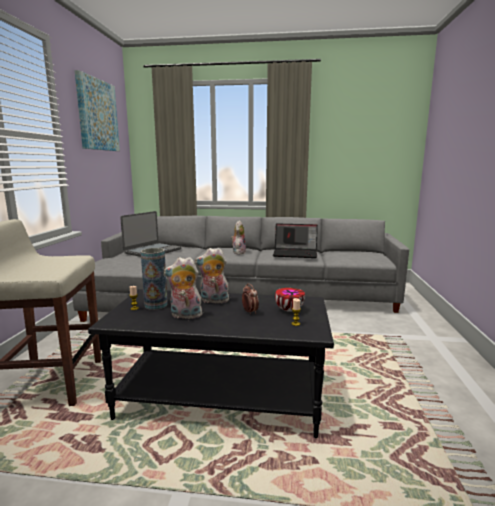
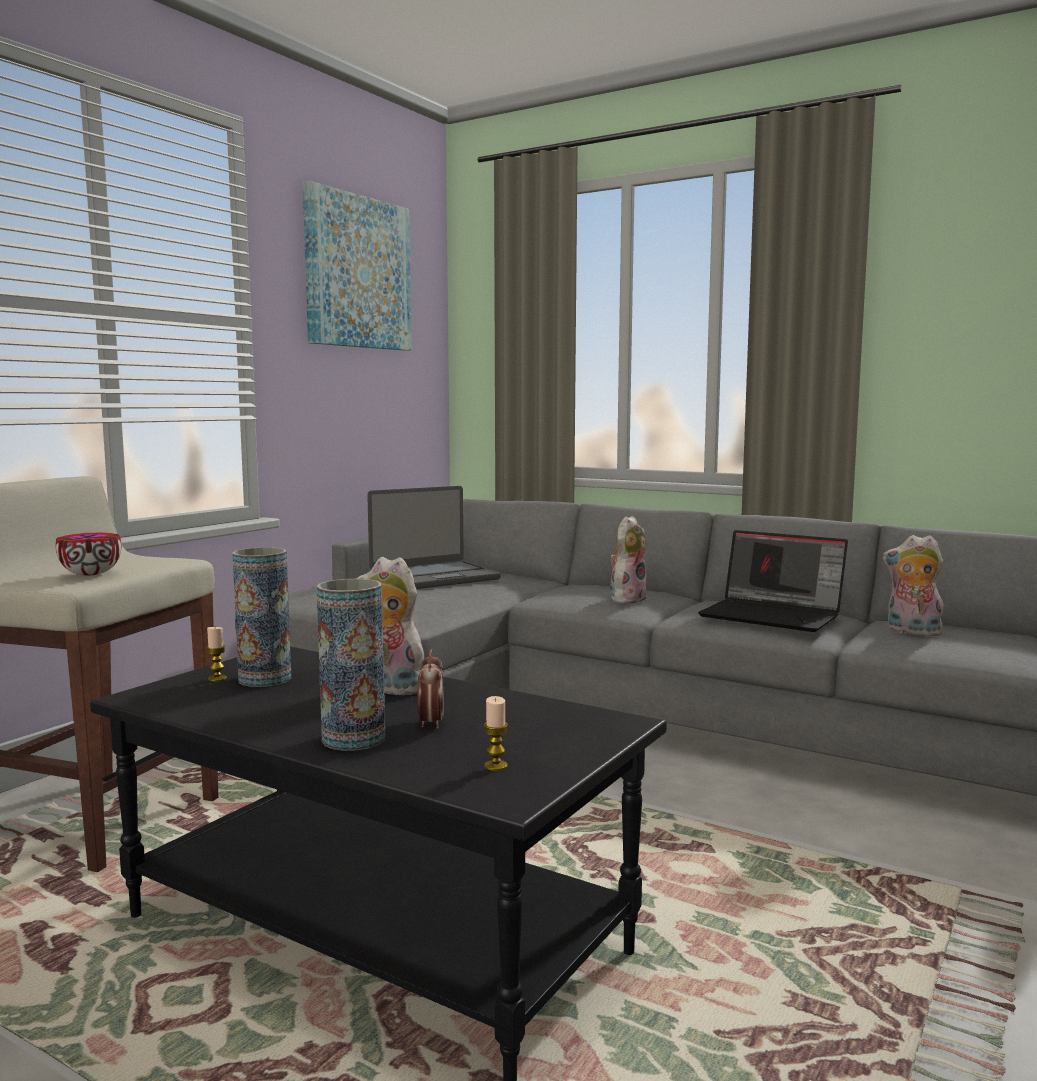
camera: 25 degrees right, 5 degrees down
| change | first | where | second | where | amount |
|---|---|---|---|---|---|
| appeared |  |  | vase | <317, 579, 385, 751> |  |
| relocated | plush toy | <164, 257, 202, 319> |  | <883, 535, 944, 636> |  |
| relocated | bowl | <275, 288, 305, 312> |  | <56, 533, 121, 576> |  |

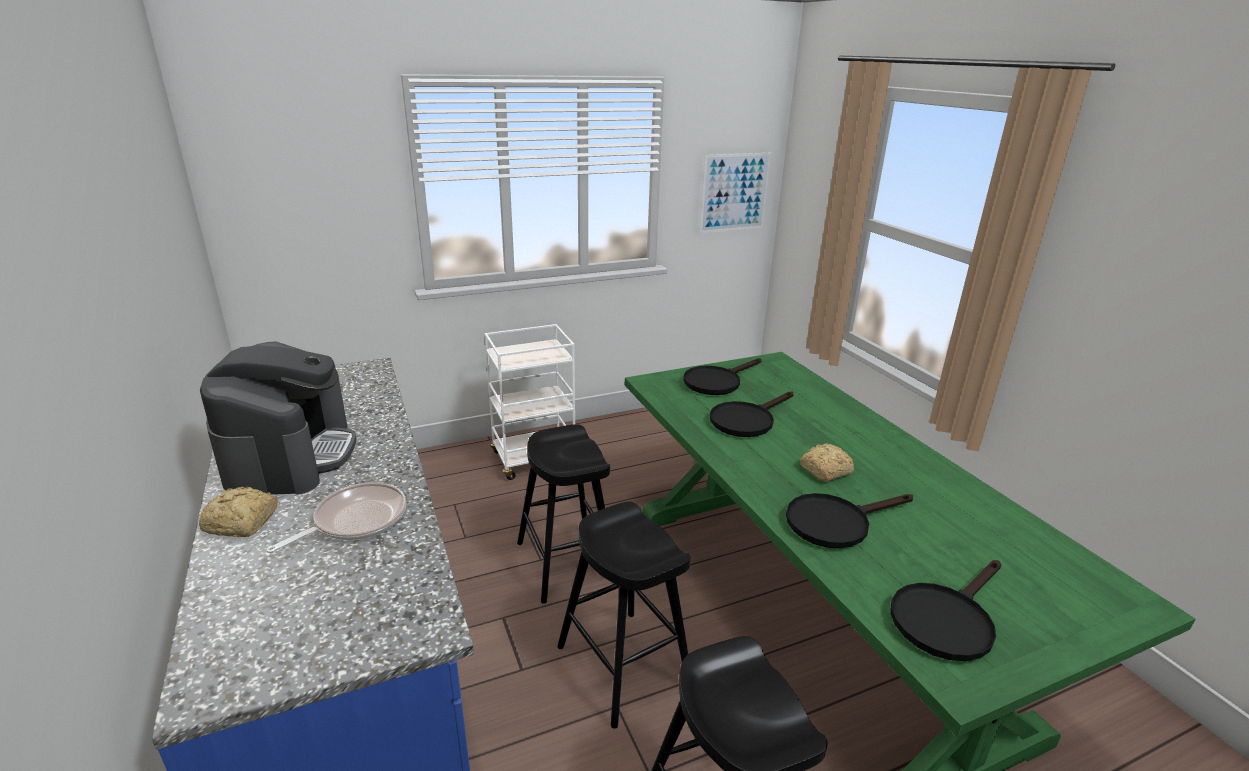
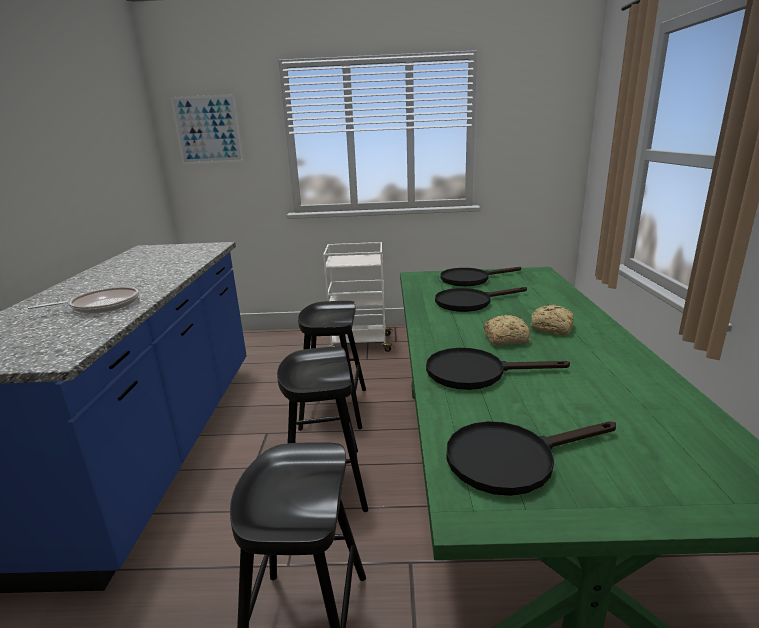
camera: 25 degrees right, 5 degrees down
| change | first | where | second | where | amount |
|---|---|---|---|---|---|
| missing | coffee machine | <200, 341, 356, 495> |  |  |  |
| relocated | bread | <199, 487, 278, 537> |  | <531, 304, 574, 335> |  |
| relocated | picture | <699, 153, 771, 233> |  | <170, 94, 244, 164> |  |

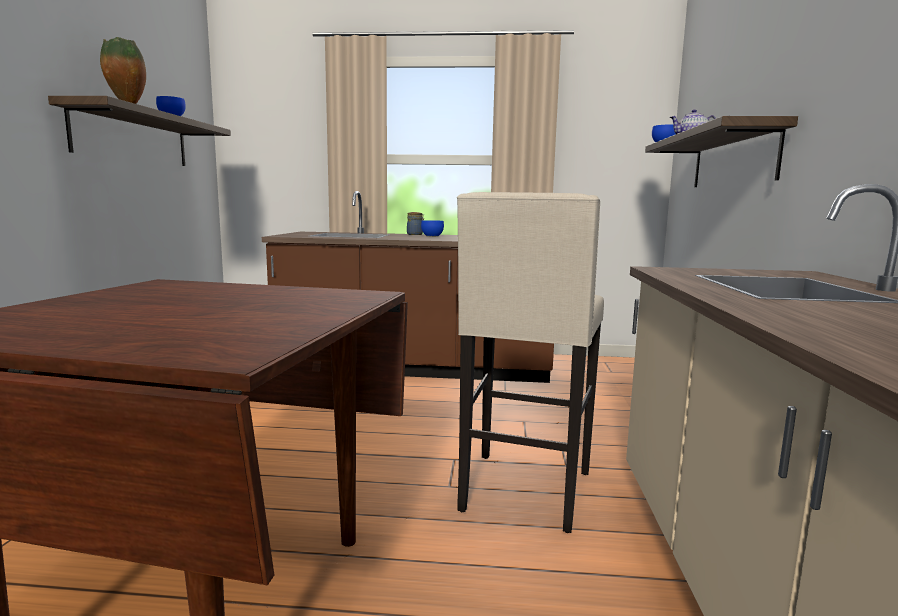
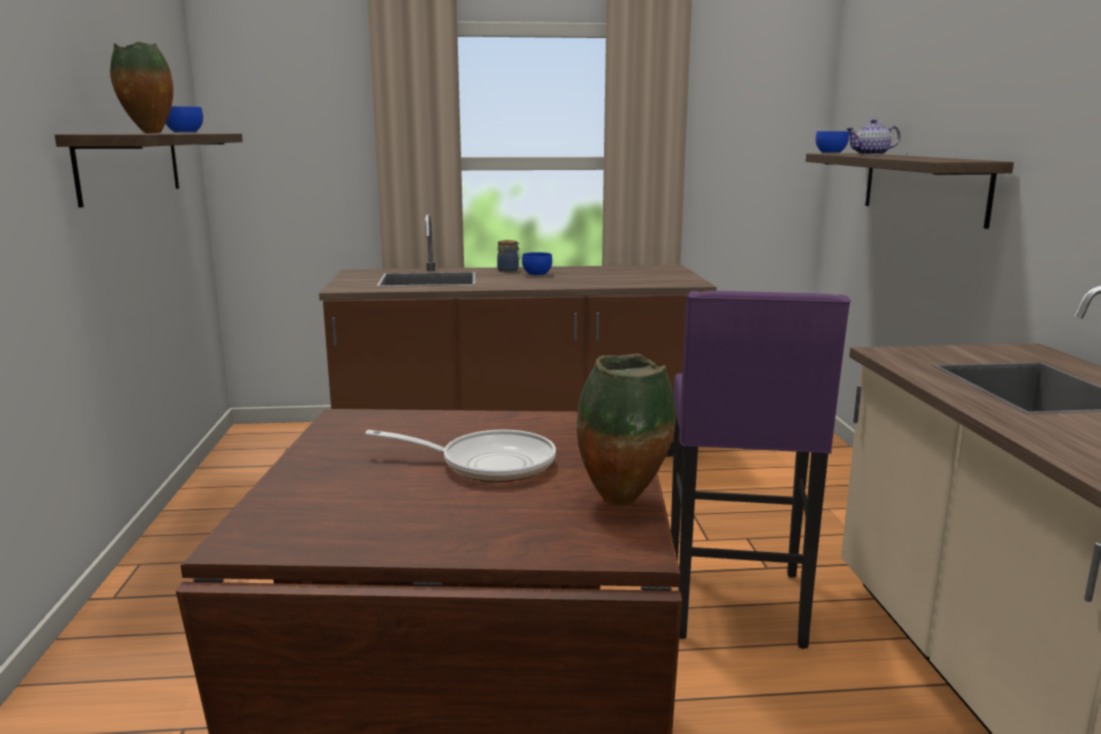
camera: 10 degrees left, 5 degrees up
| change | first | where | second | where | amount |
|---|---|---|---|---|---|
| appeared |  |  | frying pan | <365, 430, 556, 482> |  |
| appeared |  |  | vase | <577, 354, 676, 507> |  |
| colour | stool (beige) | <457, 192, 604, 533> | stool (purple) | <671, 291, 851, 649> |  |

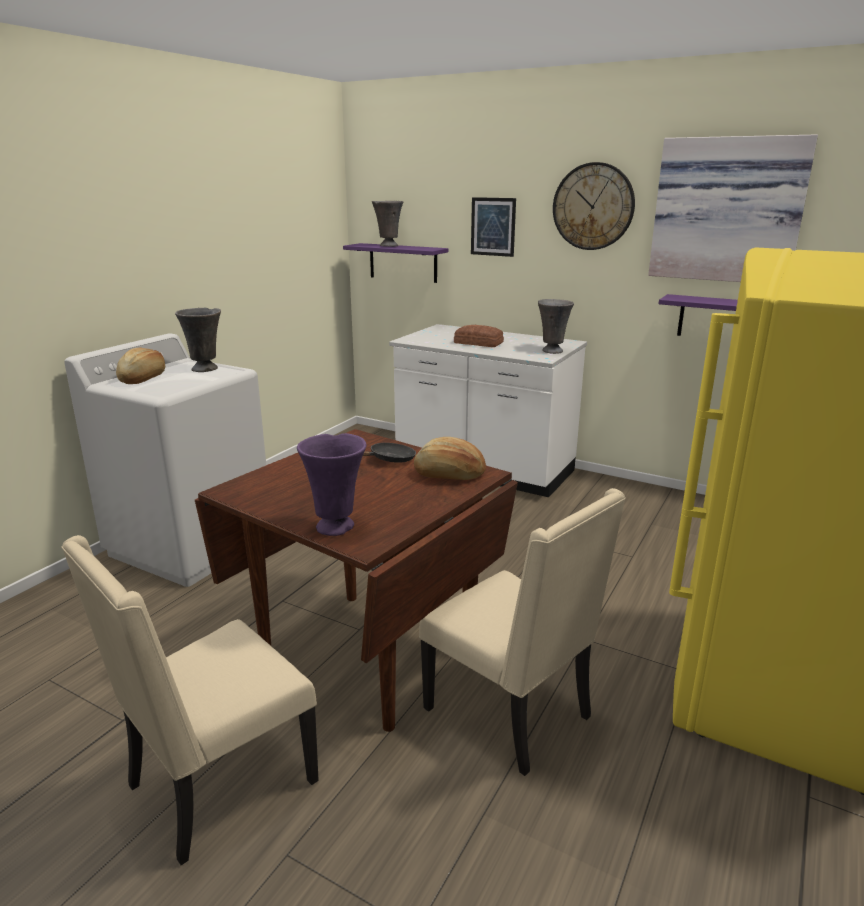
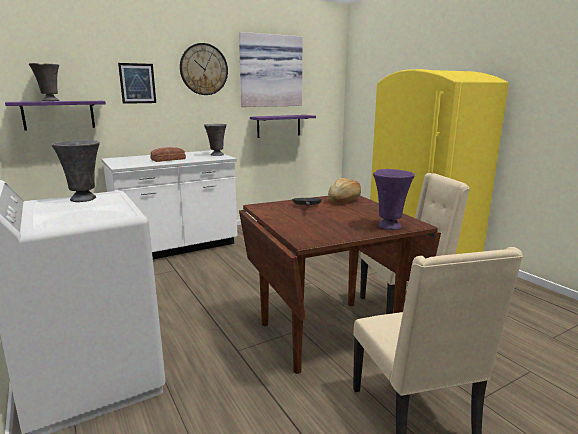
camera: 60 degrees left, 5 degrees down
| change | first | where | second | where | amount |
|---|---|---|---|---|---|
| missing | bread | <116, 348, 165, 384> |  |  |  |

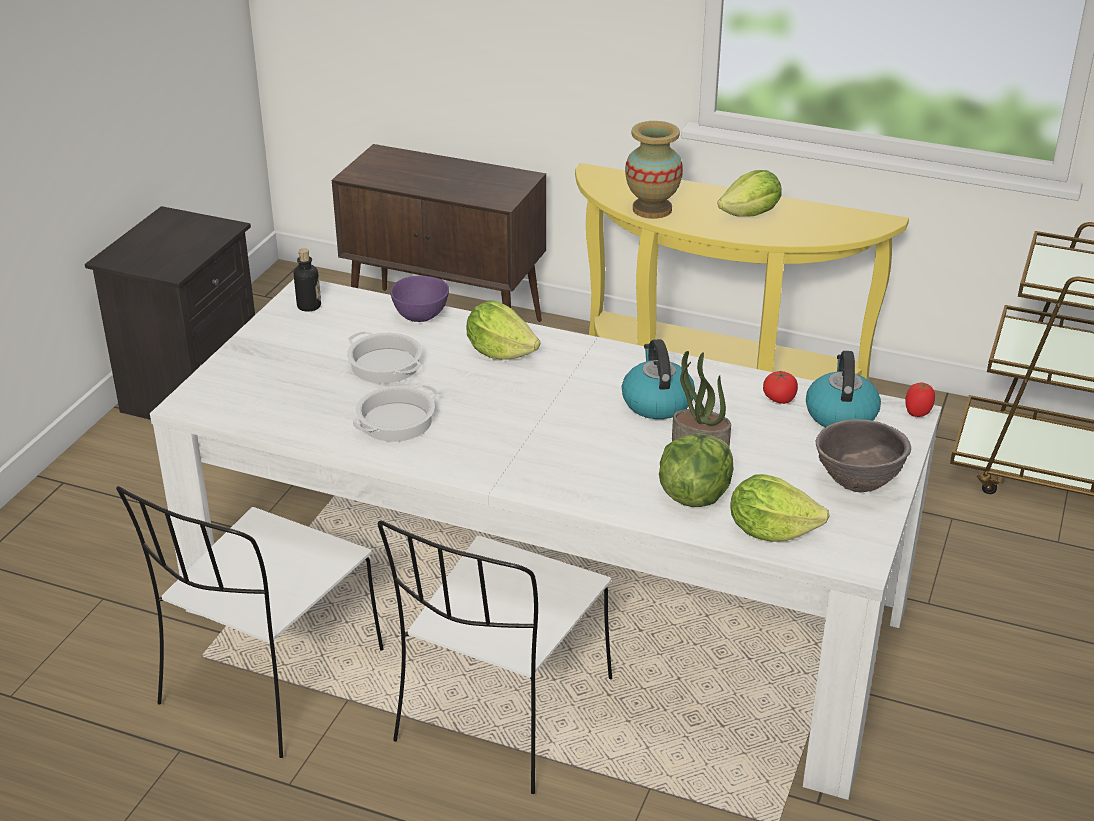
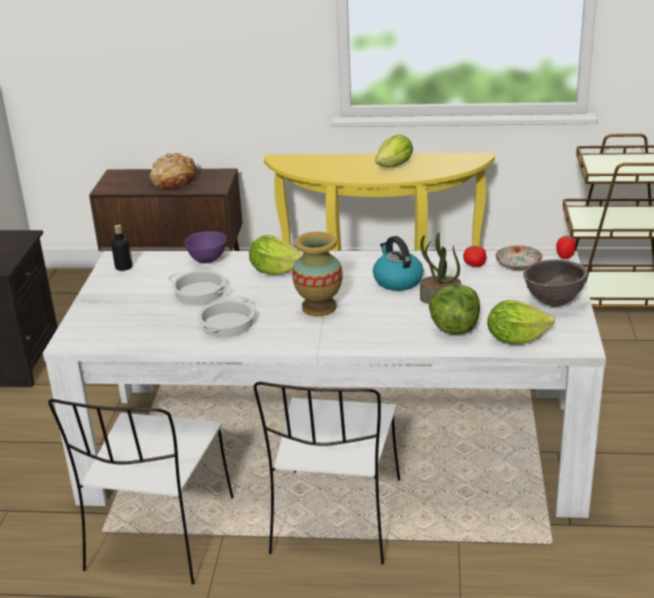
camera: 15 degrees left, 5 degrees down
| change | first | where | second | where | amount |
|---|---|---|---|---|---|
| appeared |  |  | bread | <150, 153, 198, 189> |  |
| relocated | vase | <625, 121, 683, 219> |  | <292, 232, 343, 316> |  |
| exchanged | kettle | <806, 351, 881, 427> | plate | <495, 245, 543, 271> |  |

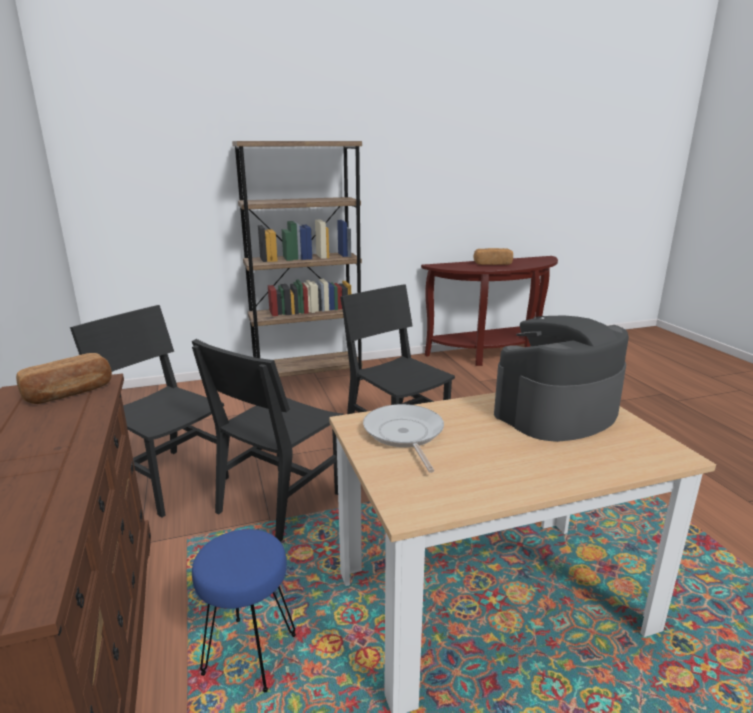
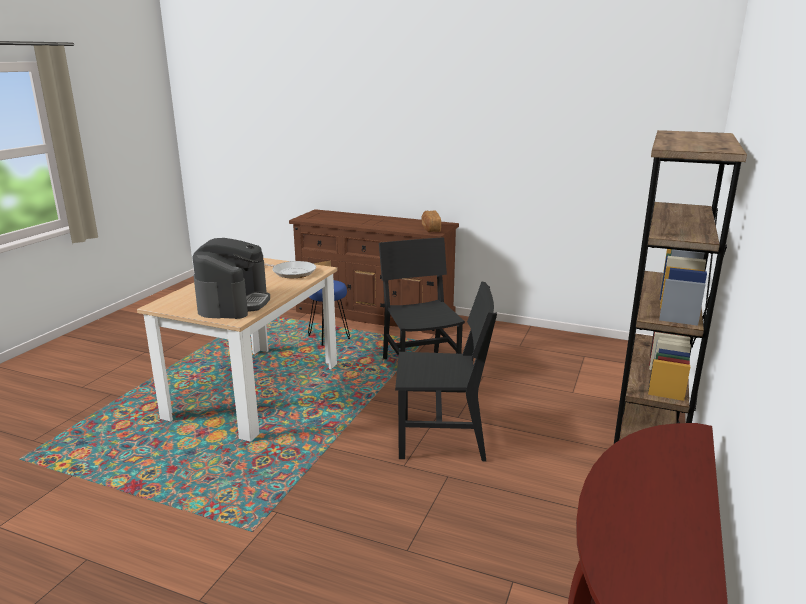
camera: 130 degrees right, 0 degrees up
| change | first | where | second | where | amount |
|---|---|---|---|---|---|
| missing | chair (black) | <70, 305, 229, 517> |  |  |  |
| missing | bread | <474, 248, 513, 265> |  |  |  |

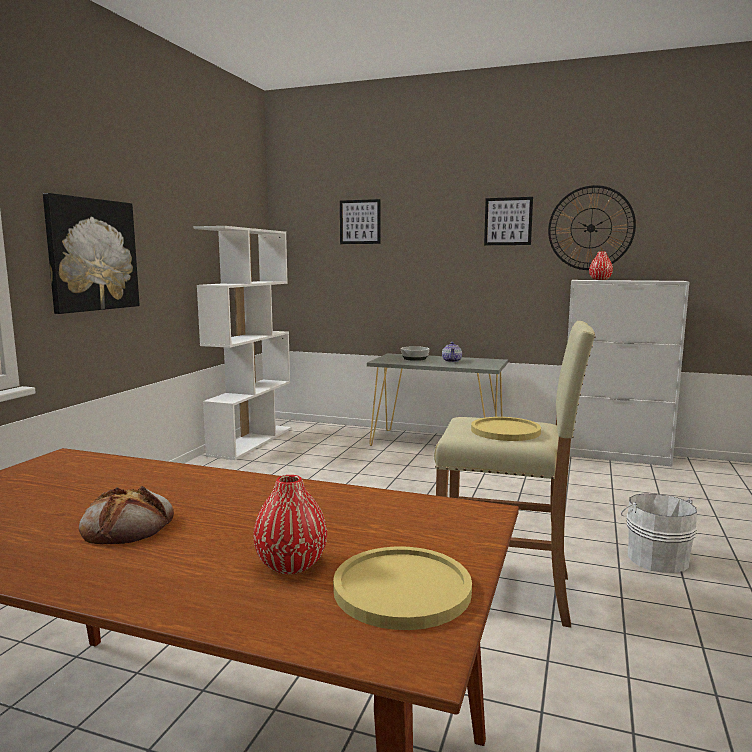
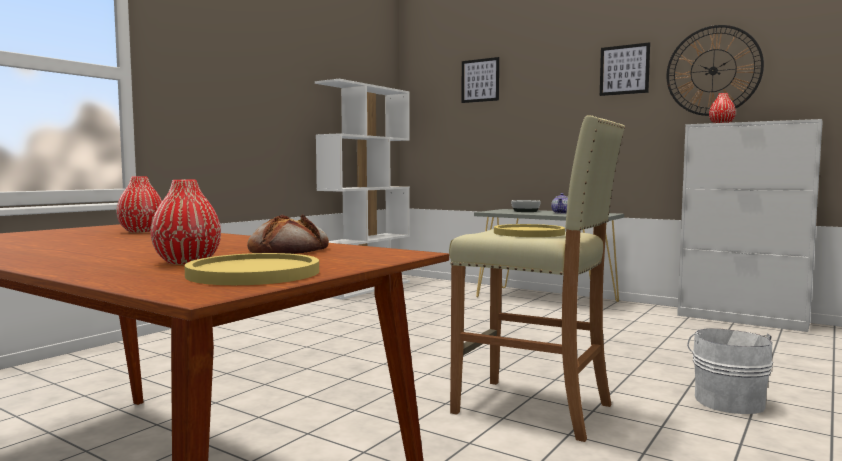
camera: 15 degrees right, 5 degrees down
| change | first | where | second | where | amount |
|---|---|---|---|---|---|
| missing | picture | <43, 193, 140, 314> |  |  |  |
| appeared |  |  | vase (red) | <116, 176, 162, 233> |  |
| relocated | bread | <79, 486, 174, 544> |  | <247, 214, 329, 254> |  |

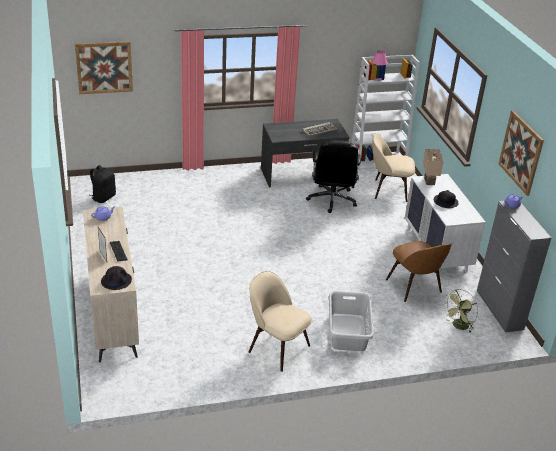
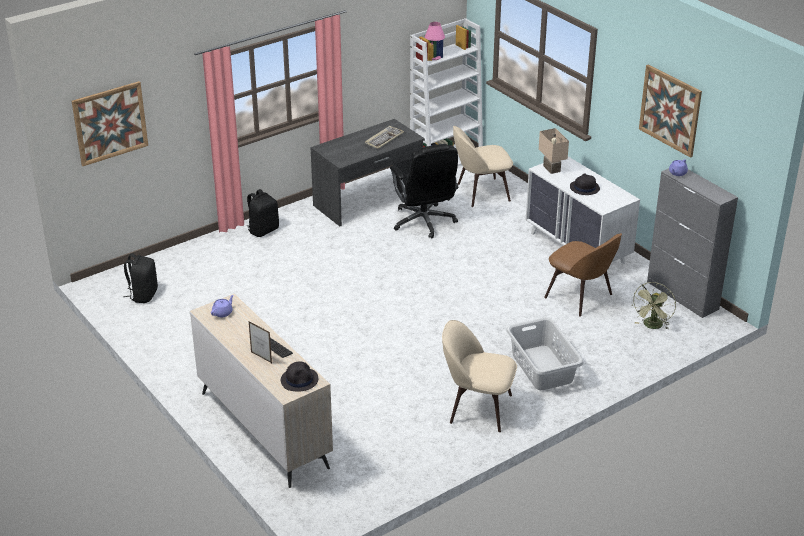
camera: 20 degrees left, 0 degrees up
| change | first | where | second | where | amount |
|---|---|---|---|---|---|
| appeared |  |  | backpack (black) | <247, 189, 279, 237> |  |

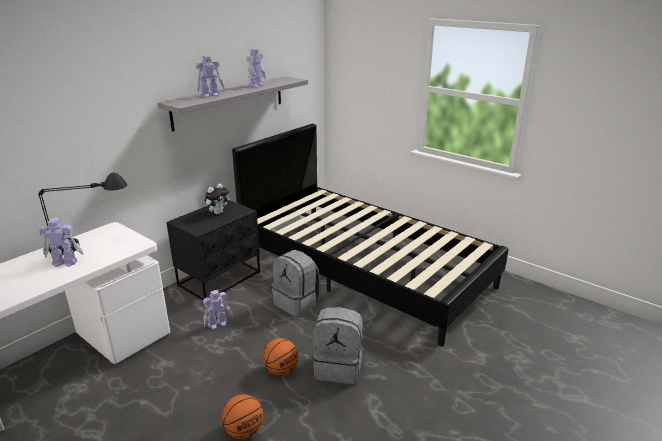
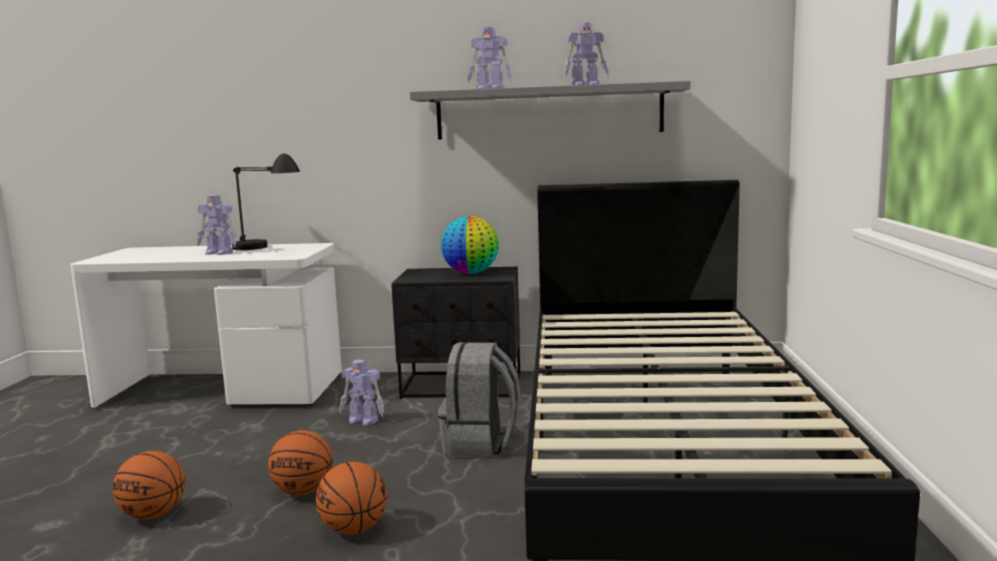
camera: 55 degrees right, 15 degrees down
| change | first | where | second | where | amount |
|---|---|---|---|---|---|
| exchanged | plush toy | <205, 184, 230, 214> | globe | <441, 216, 499, 274> |  |
| exchanged | backpack (grey) | <313, 307, 363, 384> | basketball | <316, 462, 387, 535> |  |
| spun | toy robot | <39, 217, 84, 267> |  | <197, 195, 237, 255> | 150 degrees clockwise |

